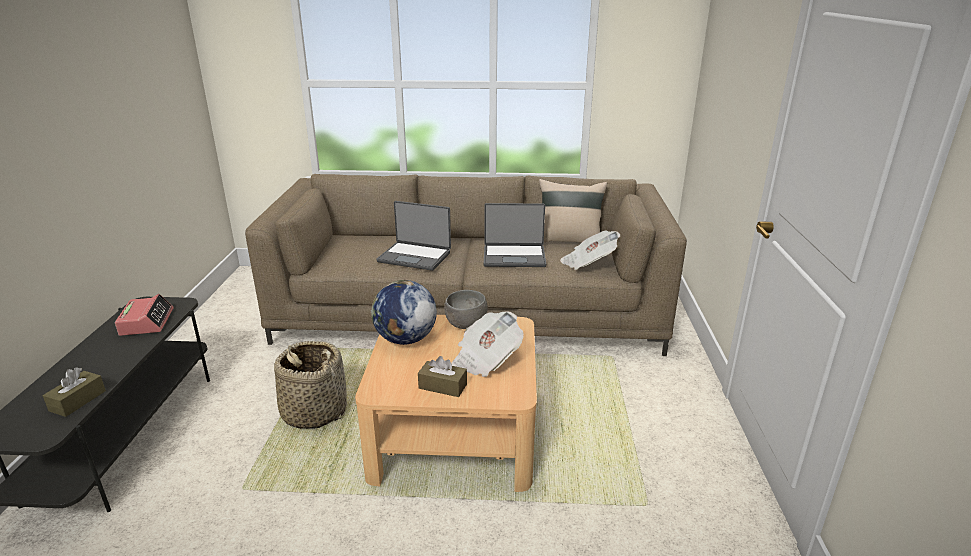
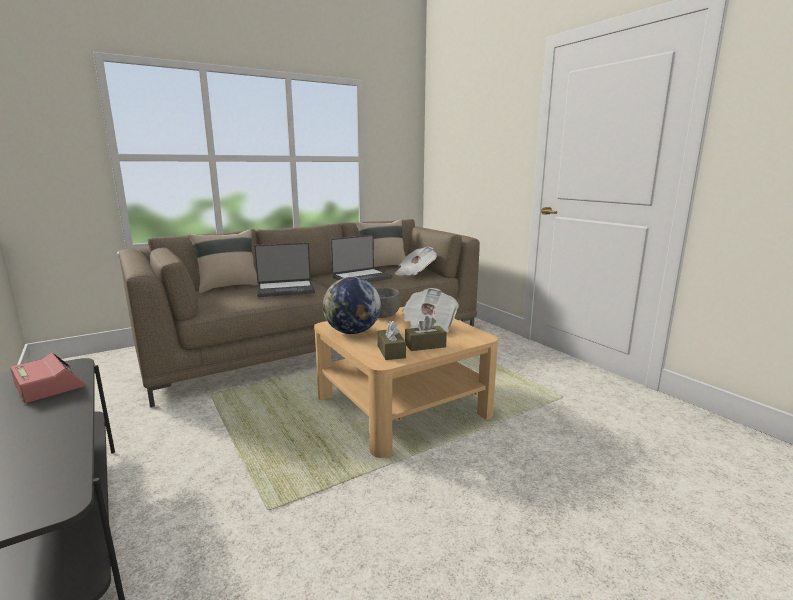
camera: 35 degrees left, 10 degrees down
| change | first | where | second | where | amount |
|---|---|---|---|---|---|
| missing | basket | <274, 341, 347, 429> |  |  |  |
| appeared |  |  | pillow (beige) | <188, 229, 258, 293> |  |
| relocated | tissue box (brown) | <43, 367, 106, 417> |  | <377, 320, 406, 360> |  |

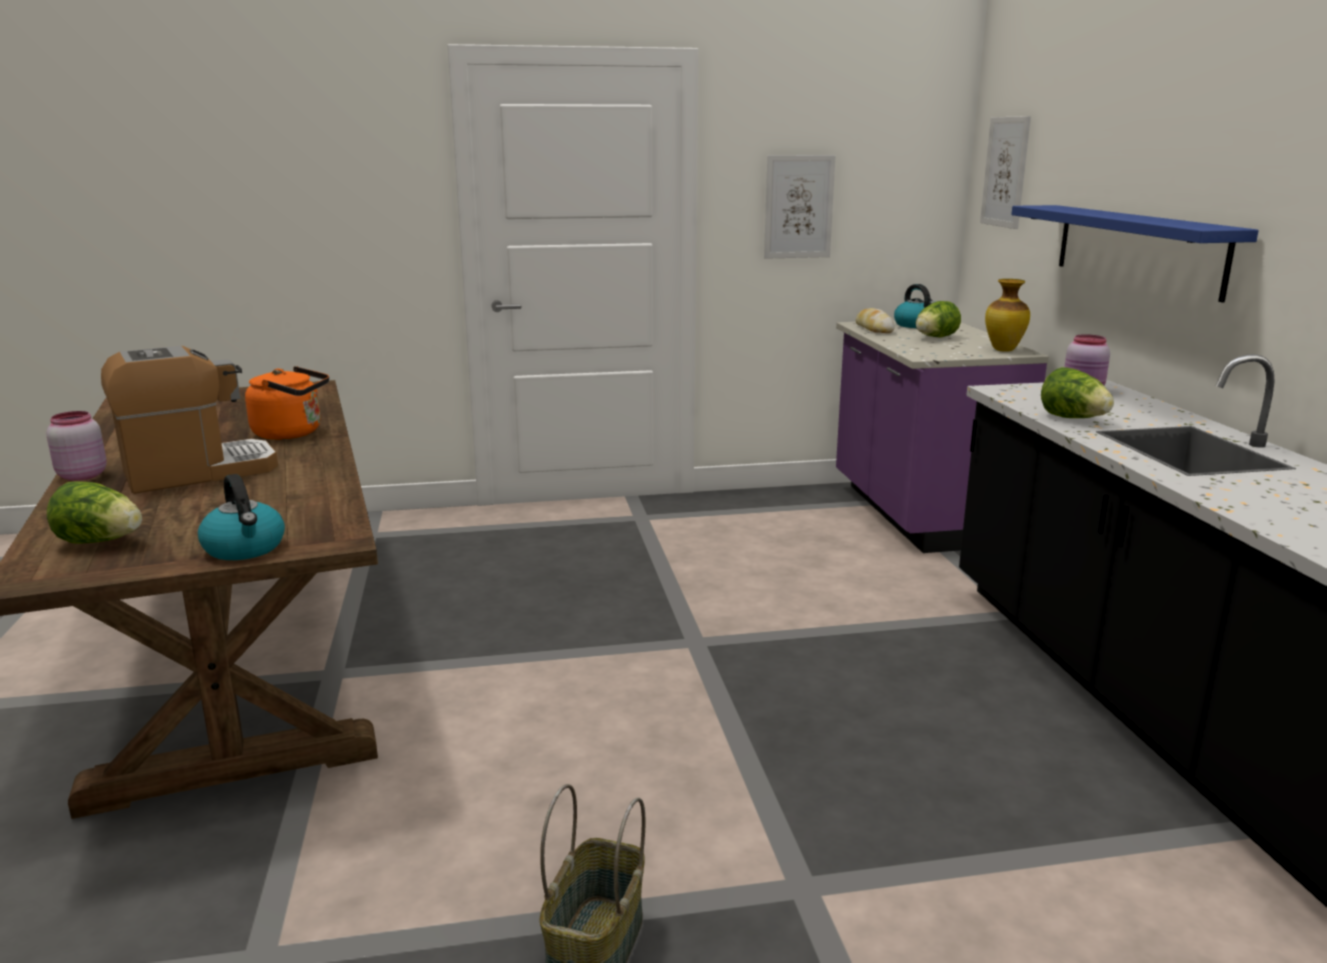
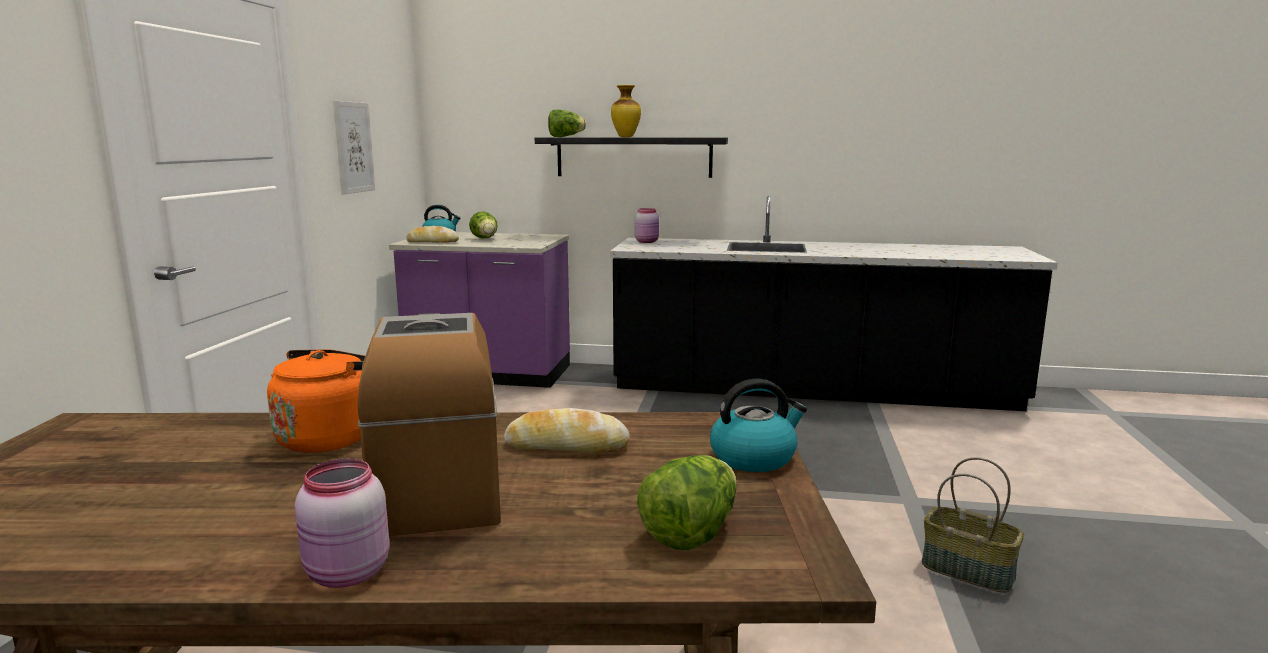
camera: 70 degrees left, 5 degrees down
| change | first | where | second | where | amount |
|---|---|---|---|---|---|
| missing | picture | <980, 116, 1031, 229> |  |  |  |
| appeared |  |  | bread | <504, 408, 630, 453> |  |
| relocated | vase | <985, 279, 1030, 352> |  | <611, 85, 641, 137> |  |
| relocated | lettuce | <1041, 367, 1114, 418> |  | <548, 110, 586, 137> |  |
| colour | shelf (blue) | <1011, 205, 1259, 303> | shelf (black) | <535, 137, 728, 178> |  |

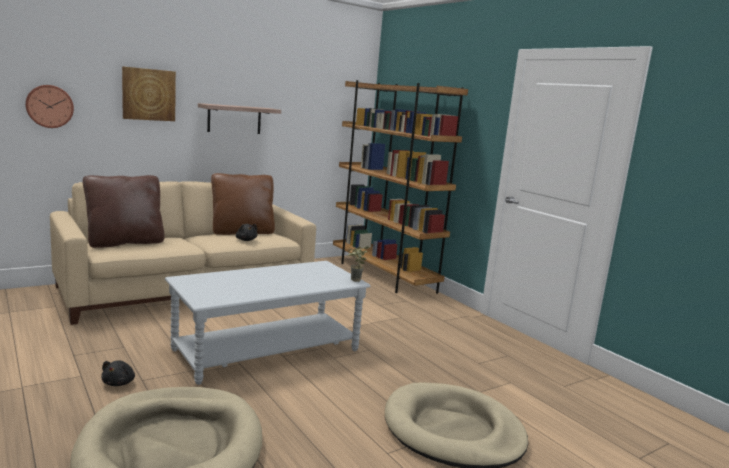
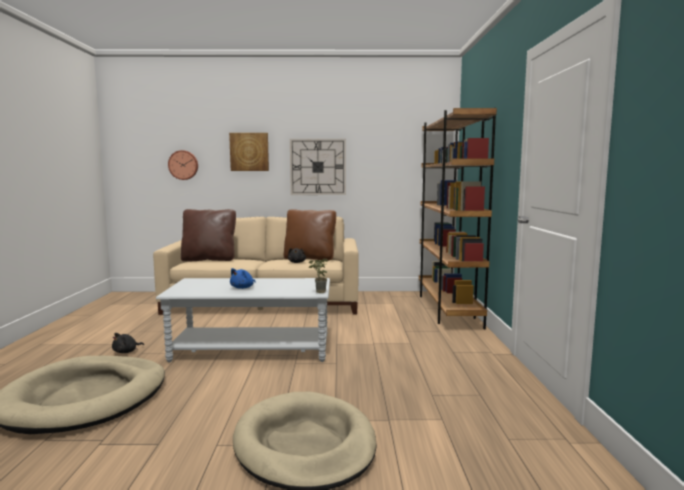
camera: 35 degrees right, 5 degrees down
| change | first | where | second | where | amount |
|---|---|---|---|---|---|
| appeared |  |  | plush toy (blue) | <230, 268, 256, 289> |  |
| exchanged | shelf | <198, 103, 281, 134> | wall clock | <290, 139, 346, 195> |  |

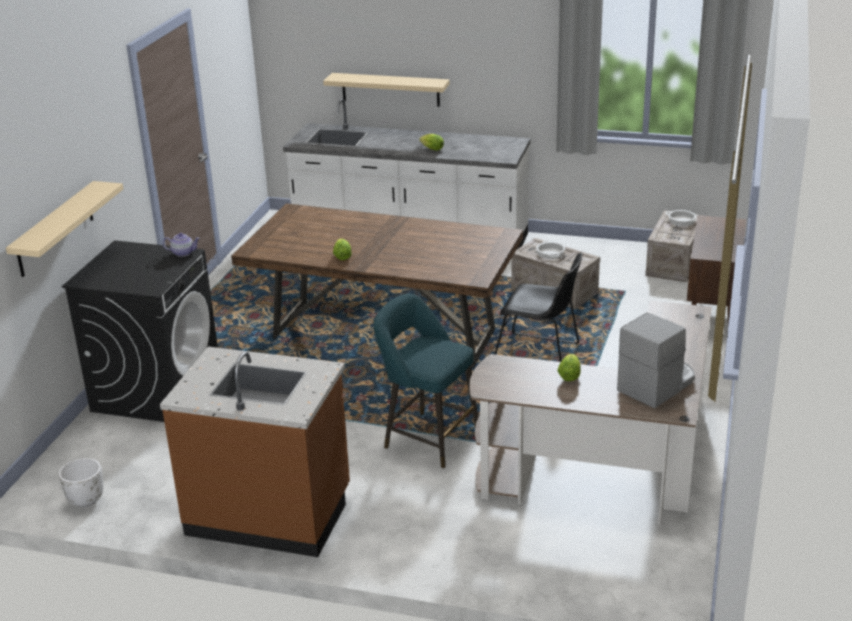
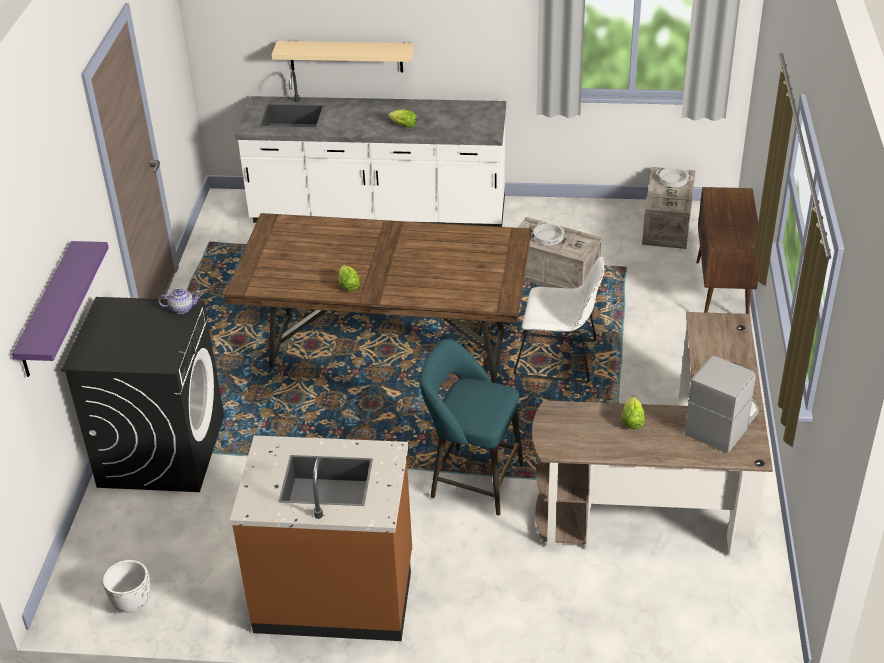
camera: 10 degrees left, 10 degrees up
| change | first | where | second | where | amount |
|---|---|---|---|---|---|
| colour | shelf (beige) | <6, 181, 124, 277> | shelf (purple) | <12, 241, 109, 377> |  |
| colour | chair (black) | <495, 253, 582, 362> | chair (white) | <513, 256, 604, 383> |  |

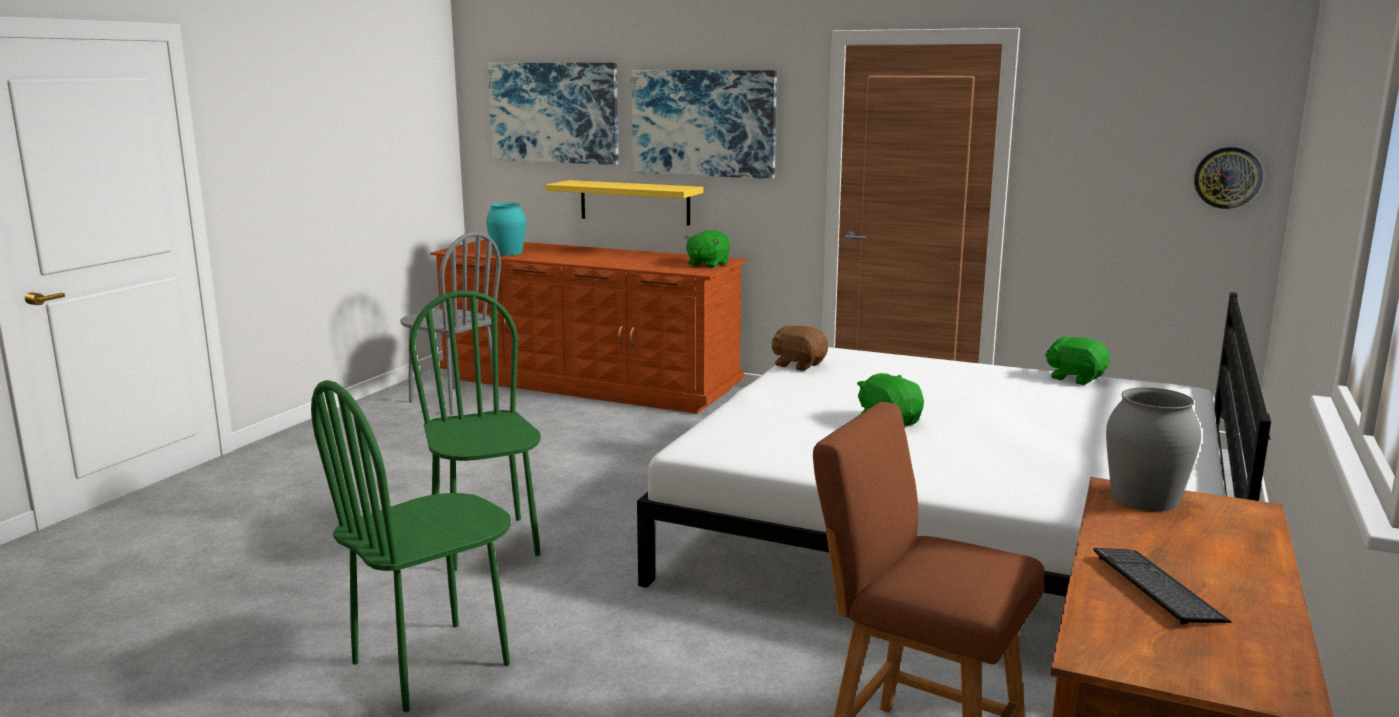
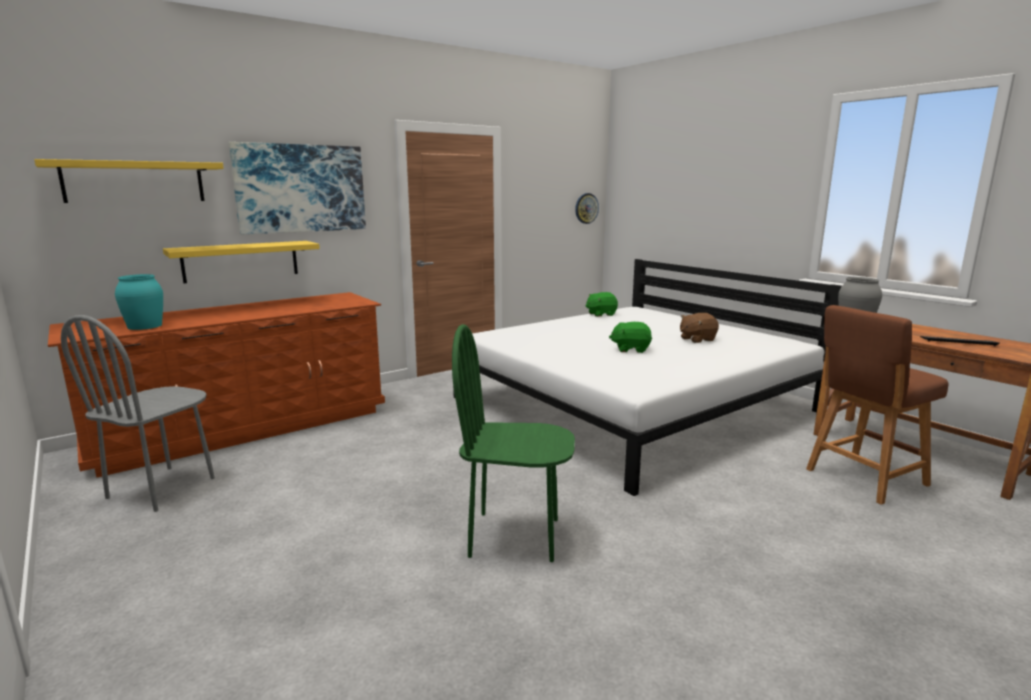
camera: 60 degrees left, 0 degrees up
| change | first | where | second | where | amount |
|---|---|---|---|---|---|
| missing | chair (green) | <311, 380, 511, 712> |  |  |  |
| missing | plush toy (green) | <685, 230, 730, 268> |  |  |  |
| relocated | plush toy (brown) | <772, 325, 828, 371> |  | <680, 313, 719, 343> |  |
| exchanged | picture | <487, 63, 619, 165> | shelf (yellow) | <34, 159, 224, 203> |  |
| spun | chair (grey) | <400, 232, 501, 415> |  | <61, 315, 215, 512> | 135 degrees clockwise |

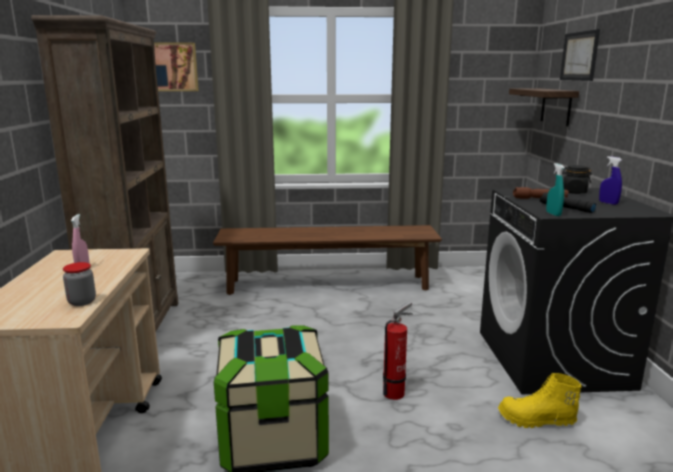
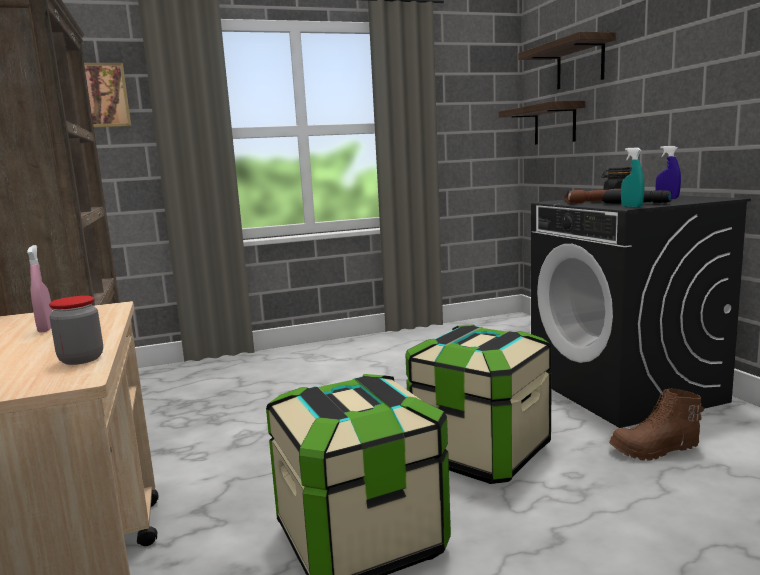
camera: 15 degrees left, 5 degrees down
| change | first | where | second | where | amount |
|---|---|---|---|---|---|
| missing | bench (brown) | <213, 225, 442, 295> |  |  |  |
| exchanged | fire extinguisher | <383, 302, 413, 400> | storage box | <405, 324, 552, 484> |  |
| exchanged | picture | <560, 29, 600, 81> | shelf | <518, 32, 616, 89> |  |
| colour | boot (yellow) | <498, 373, 582, 428> | boot (brown) | <609, 389, 704, 461> |  |

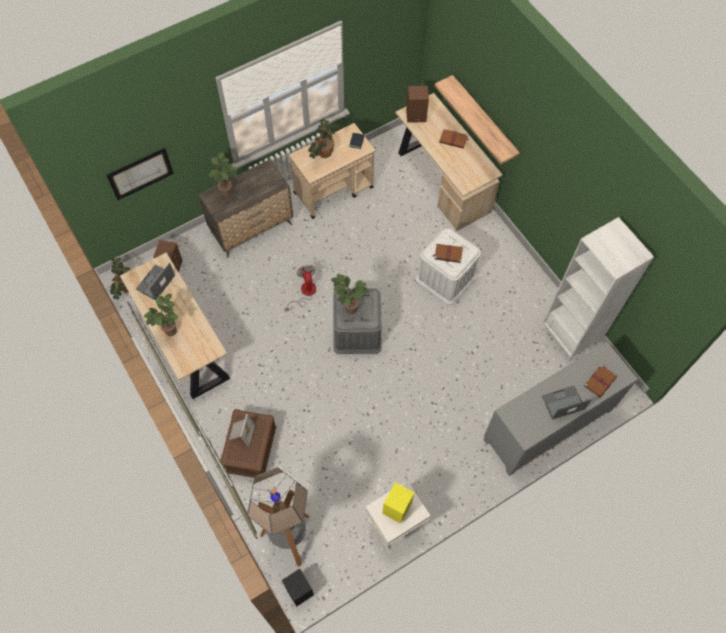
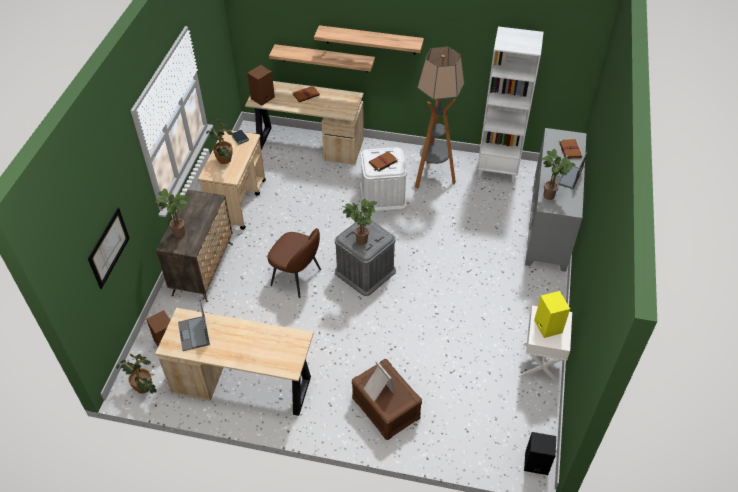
camera: 45 degrees left, 15 degrees down
| change | first | where | second | where | amount |
|---|---|---|---|---|---|
| appeared |  |  | shelf | <314, 25, 424, 54> |  |
| relocated | potted plant | <144, 294, 179, 336> |  | <541, 149, 576, 200> |  |
| relocated | floor lamp | <247, 467, 309, 566> |  | <415, 46, 464, 189> |  |
| exchanged | fan | <285, 265, 316, 312> | chair (brown) | <267, 228, 321, 298> |  |

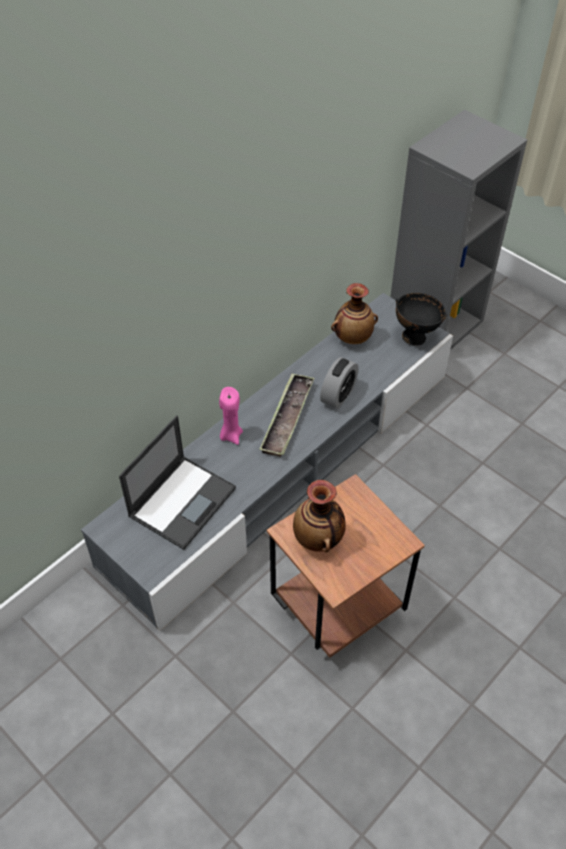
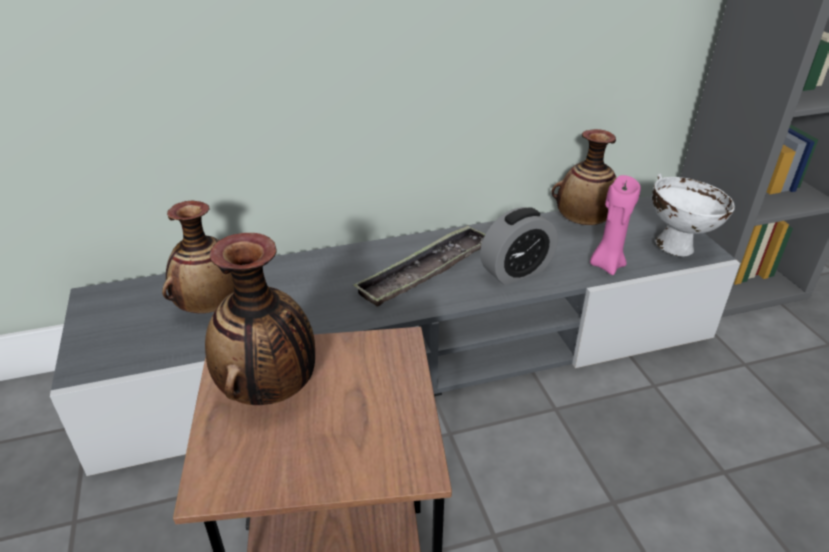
camera: 30 degrees right, 15 degrees down
| change | first | where | second | where | amount |
|---|---|---|---|---|---|
| relocated | candle (pink) | <219, 387, 243, 445> |  | <590, 175, 641, 275> |  |
| exchanged | laptop | <119, 415, 236, 550> | vase | <162, 201, 234, 313> |  |
| colour | bowl (black) | <395, 293, 447, 346> | bowl (white) | <652, 174, 735, 257> |  |

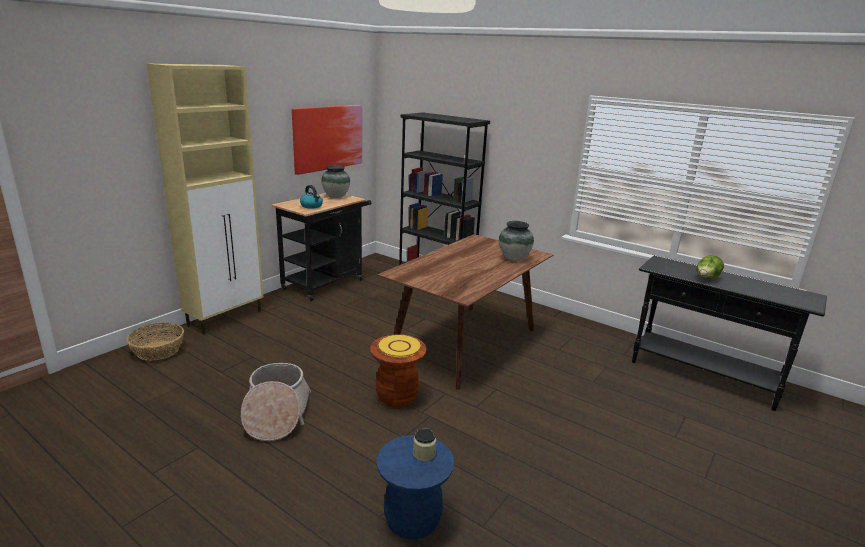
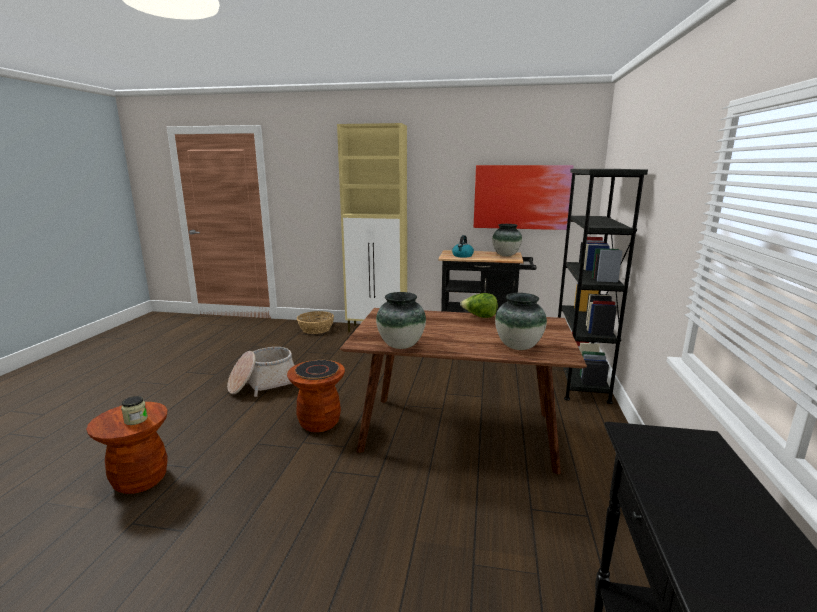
camera: 65 degrees right, 5 degrees down
| change | first | where | second | where | amount |
|---|---|---|---|---|---|
| appeared |  |  | vase | <376, 292, 426, 349> |  |
| relocated | lettuce | <696, 255, 724, 279> |  | <460, 293, 498, 318> |  |
| colour | plate (yellow) | <377, 334, 422, 357> | plate (black) | <295, 360, 340, 380> |  |
| colour | stool (blue) | <377, 435, 454, 540> | stool (brown) | <86, 402, 168, 494> |  |

